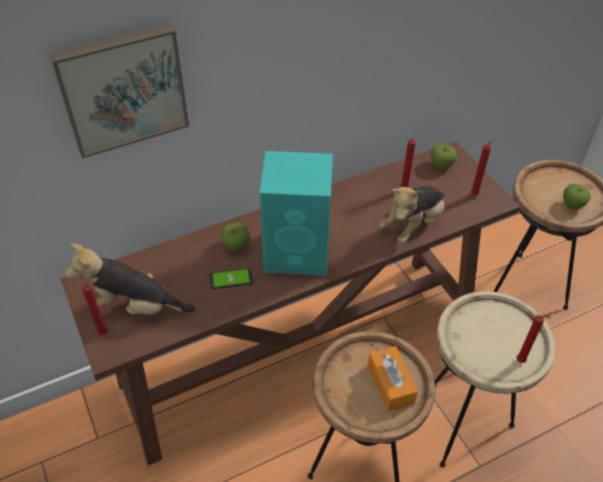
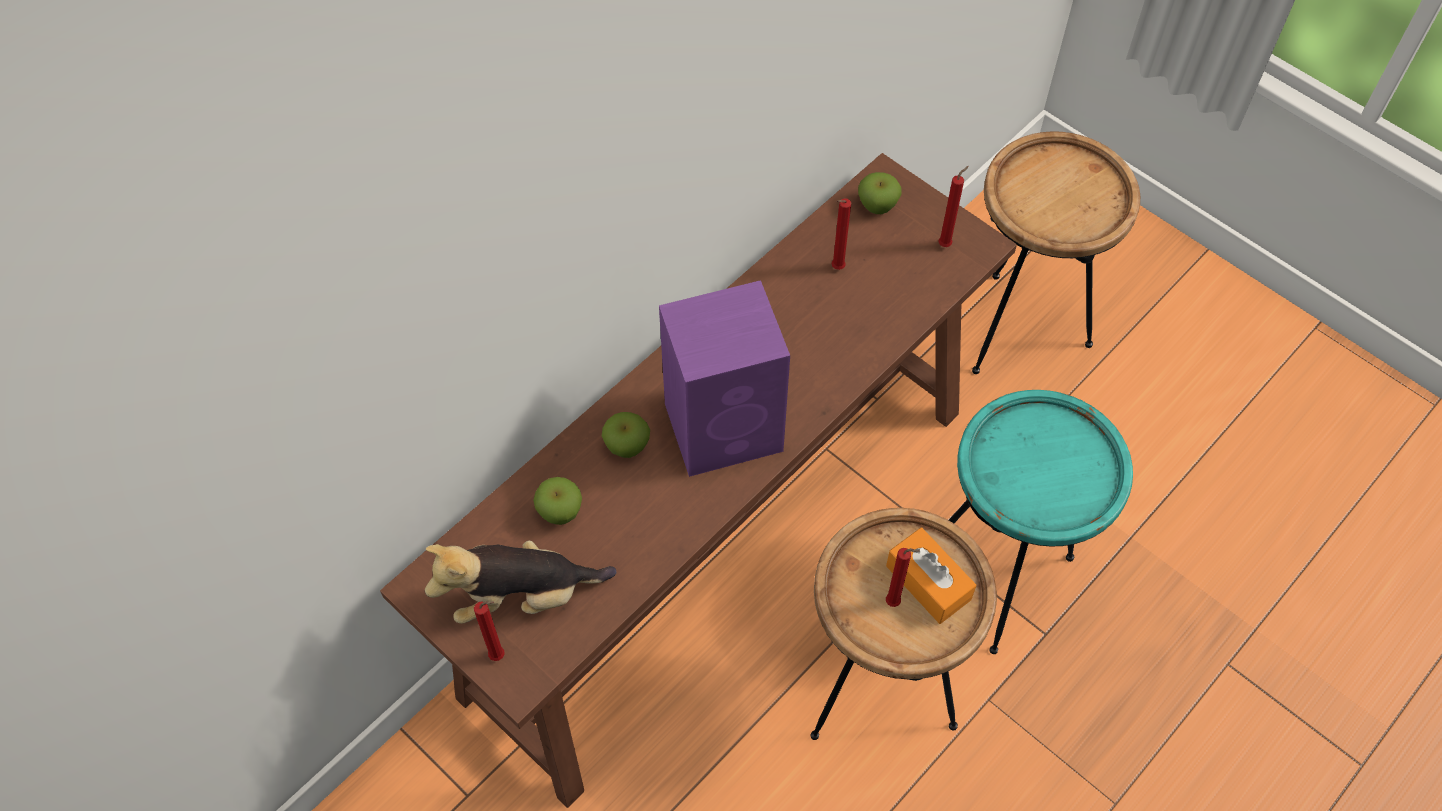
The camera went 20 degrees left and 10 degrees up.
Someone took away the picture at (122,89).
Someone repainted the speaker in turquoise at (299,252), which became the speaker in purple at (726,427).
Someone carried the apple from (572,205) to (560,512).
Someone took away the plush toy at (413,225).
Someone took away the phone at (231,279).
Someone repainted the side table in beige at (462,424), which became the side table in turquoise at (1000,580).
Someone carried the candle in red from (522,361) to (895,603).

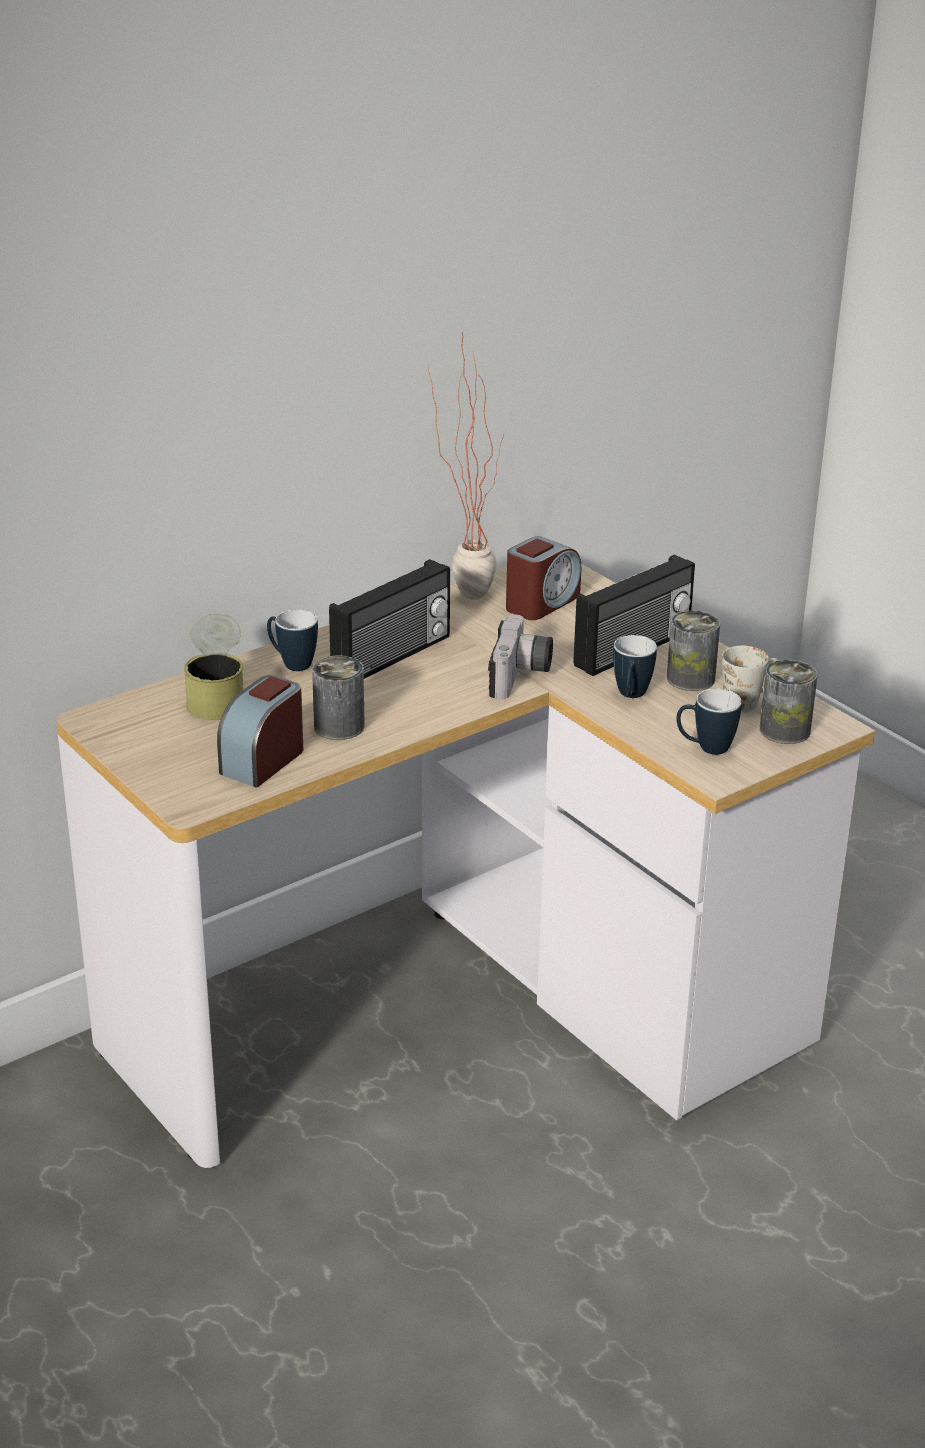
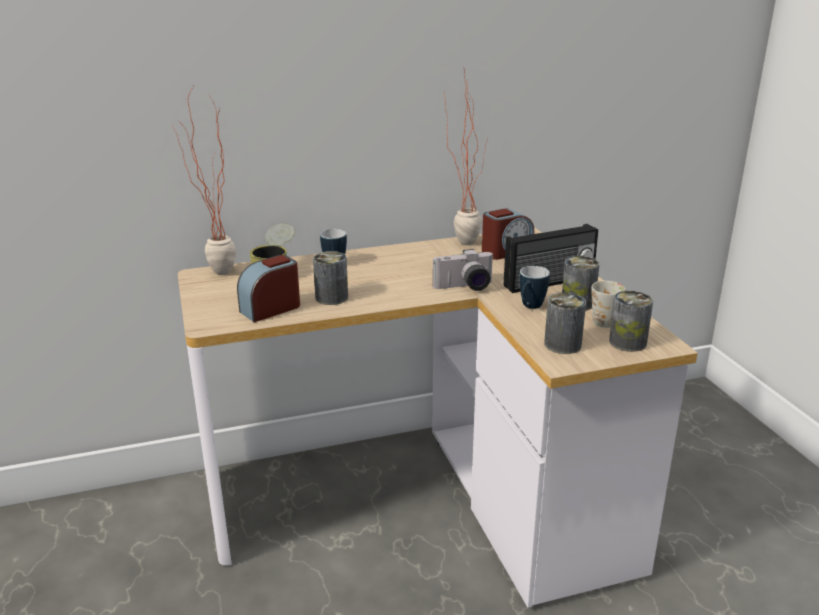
The camera went 20 degrees right and 5 degrees down.
Someone took away the radio at (393,657).
Someone rotated the photo camera at (521,677) by 45 degrees clockwise.
Someone swapped the mug at (705,748) for the can at (562,344).
Someone put down the potted plant at (214,275).

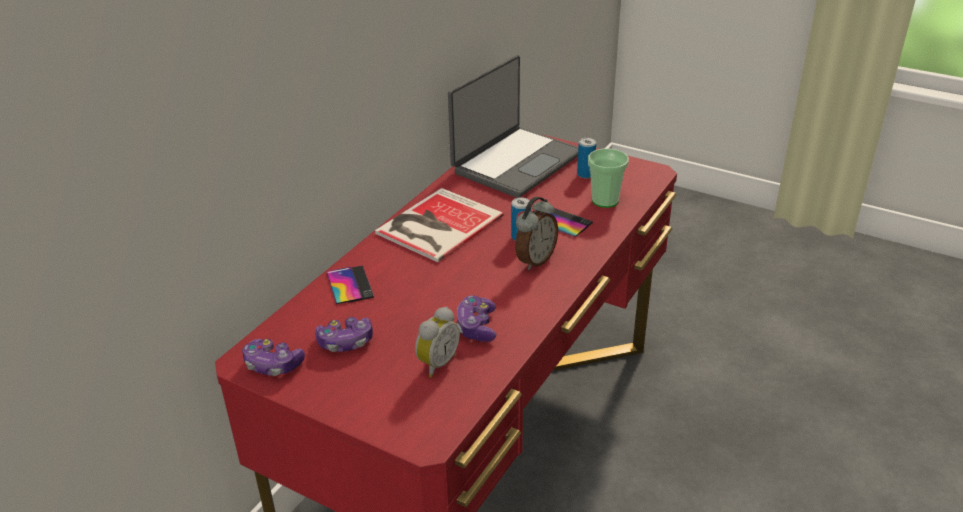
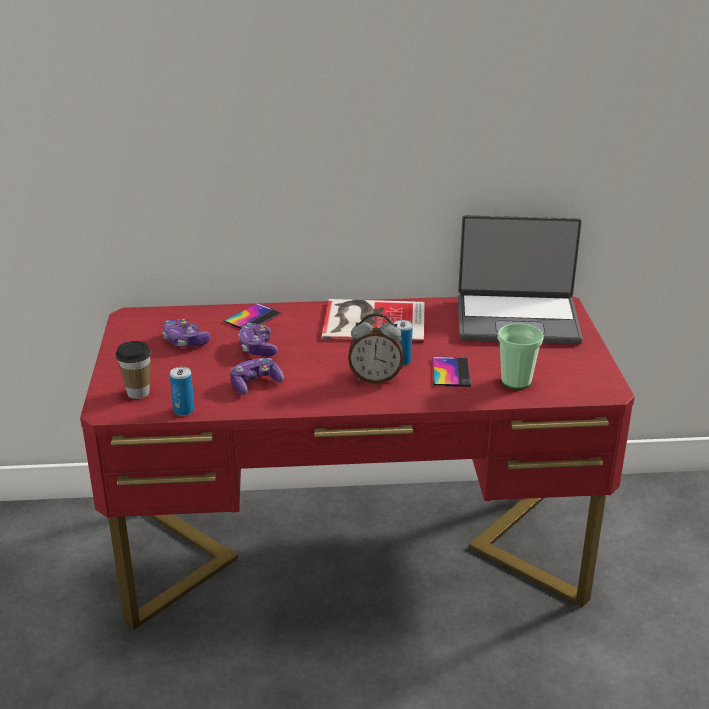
The camera went 55 degrees right and 5 degrees down.
Someone carried the can from (585,174) to (184,410).
Someone took away the alarm clock at (436,363).
Someone carried the game controller from (273,365) to (257,348).
Someone put down the cup at (138,393).

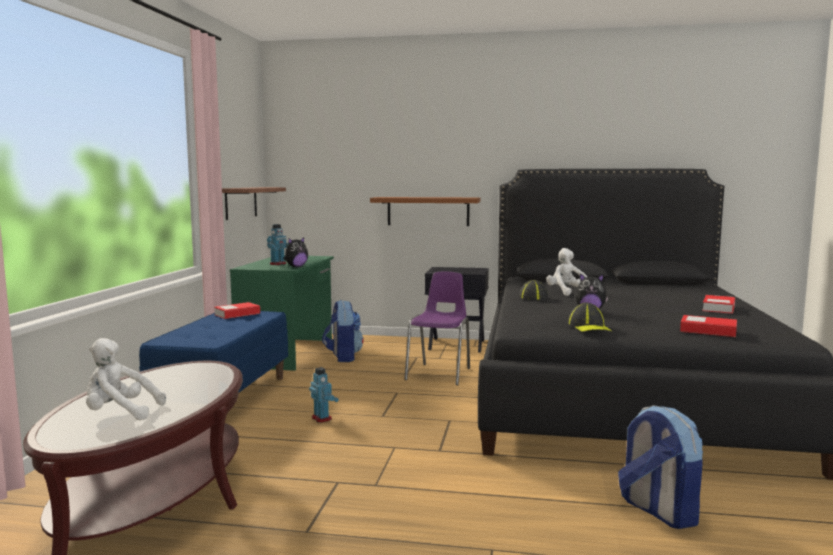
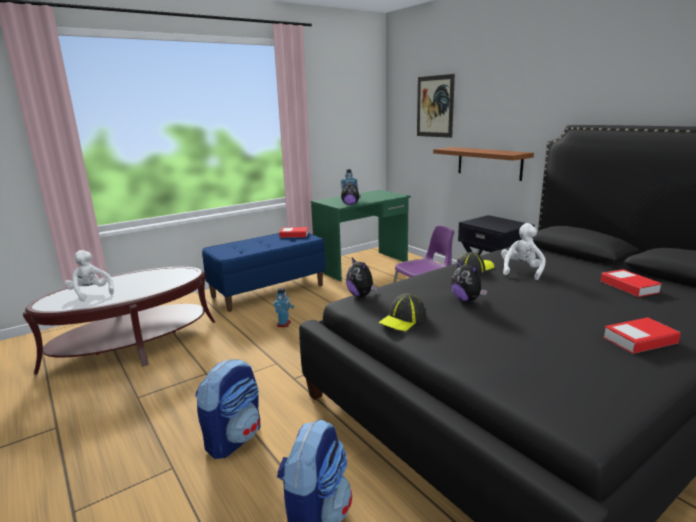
The camera went 45 degrees right and 10 degrees up.
Someone took away the shelf at (241,202).
Someone carried the backpack from (343,357) to (234,438).
Someone carried the book from (708,331) to (629,287).
Someone put up the picture at (435,106).
Someone put down the plush toy at (361,295).

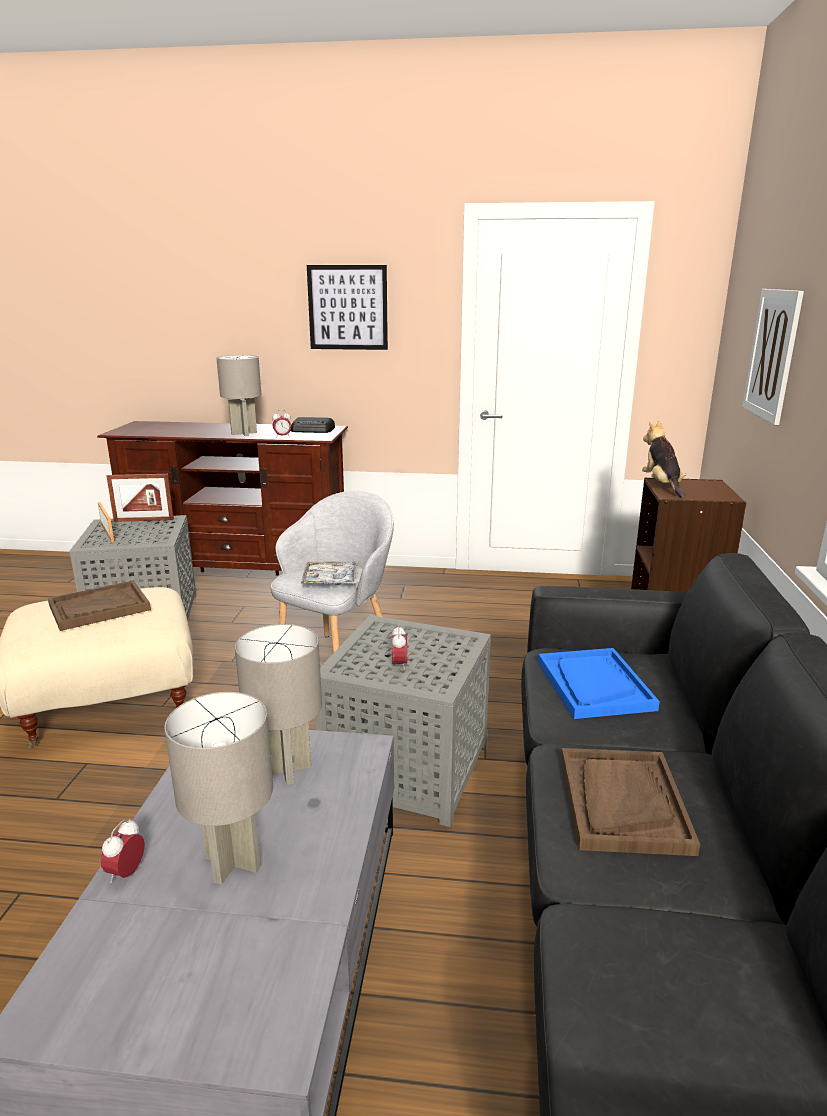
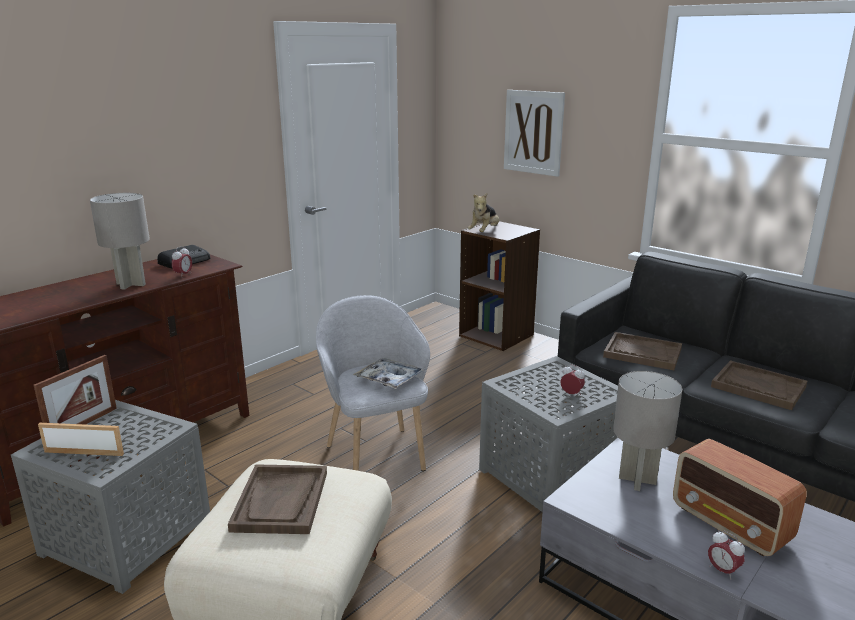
The camera went 55 degrees left and 0 degrees up.
Someone took away the picture at (348,307).
Someone rotated the plush toy at (662,486) by 90 degrees counterclockwise.
Someone repainted the tray in blue at (594,685), which became the tray in brown at (642,353).
Someone swapped the table lamp in grey at (233,863) for the radio at (731,525).

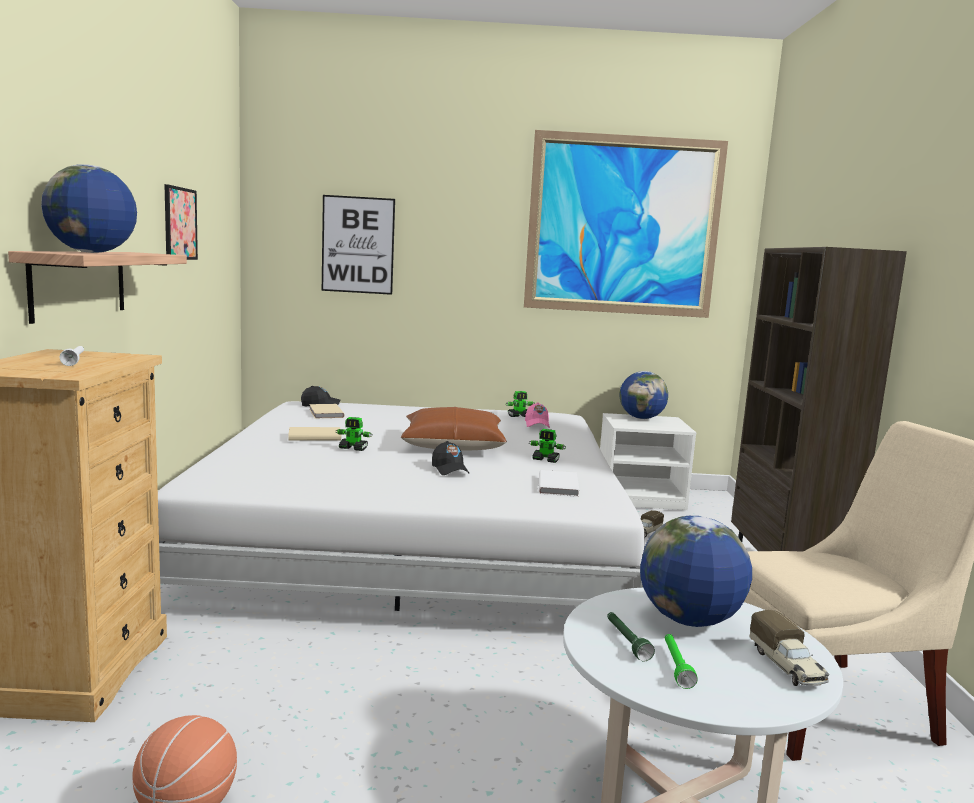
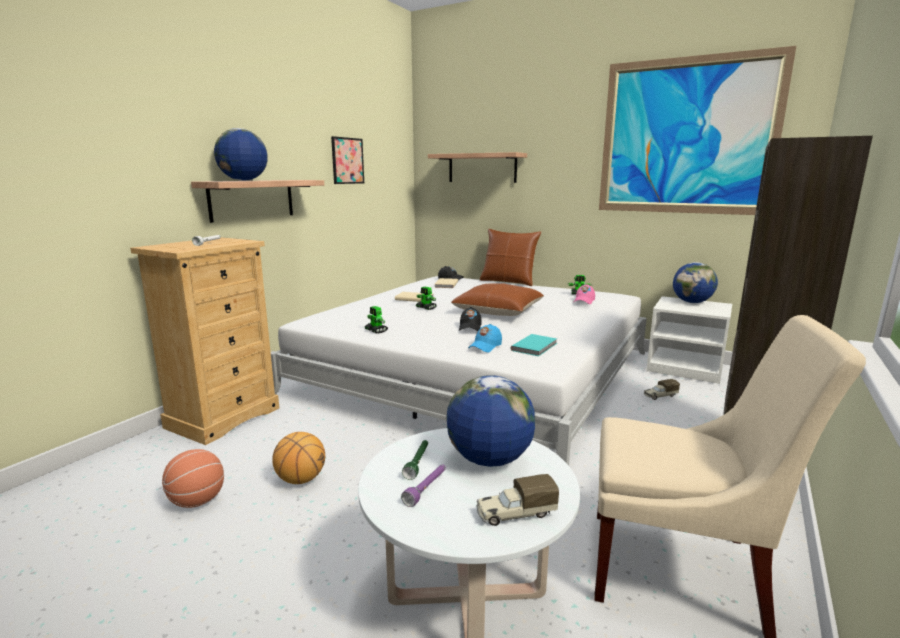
The camera went 30 degrees right and 5 degrees up.
Someone swapped the picture at (358,245) for the shelf at (482,168).
Someone carried the toy robot from (546,460) to (376,331).
Someone repainted the book in white at (559,486), which became the book in turquoise at (535,347).
Someone rotated the toy truck at (787,667) by 60 degrees clockwise.
Someone repainted the flashlight in green at (676,666), which became the flashlight in purple at (426,489).
Someone put down the pillow in brown at (508,282).
Someone put down the cap in blue at (485,347).
Someone put down the basketball at (301,480).

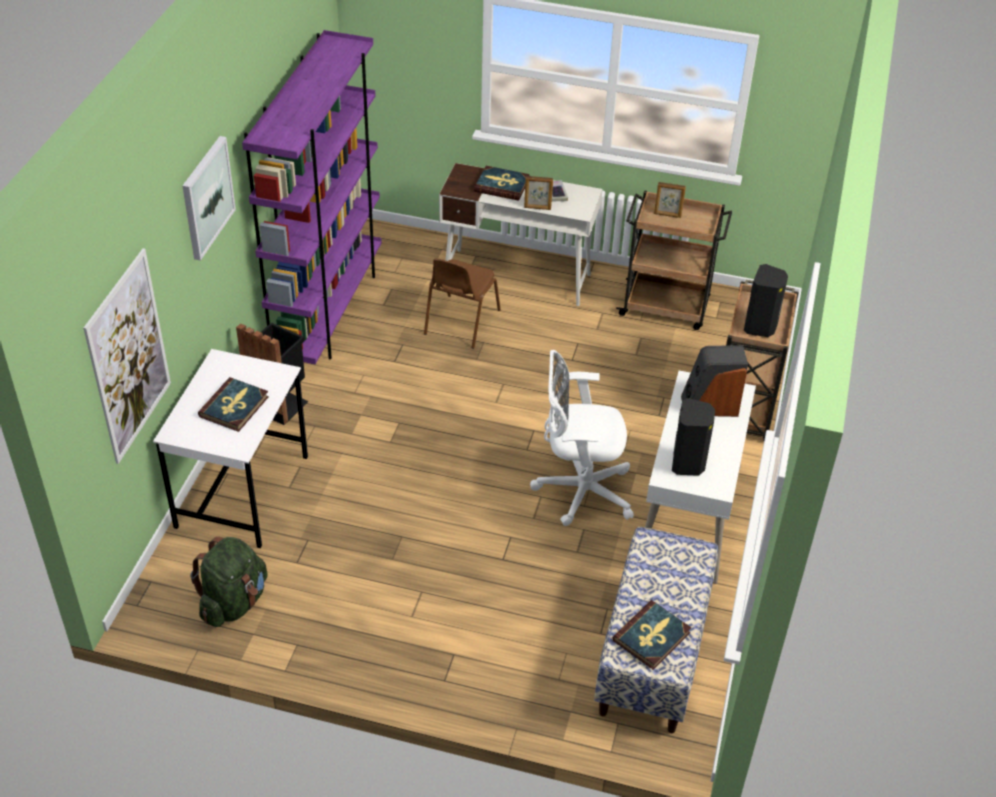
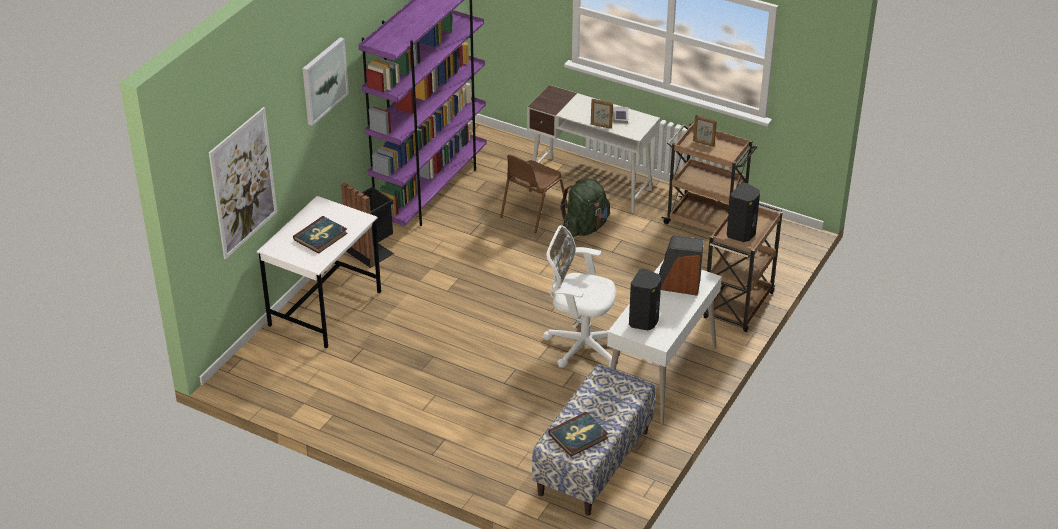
The camera went 15 degrees right and 5 degrees down.
Someone took away the book at (502,185).
Someone carried the backpack in green from (234,602) to (585,227).

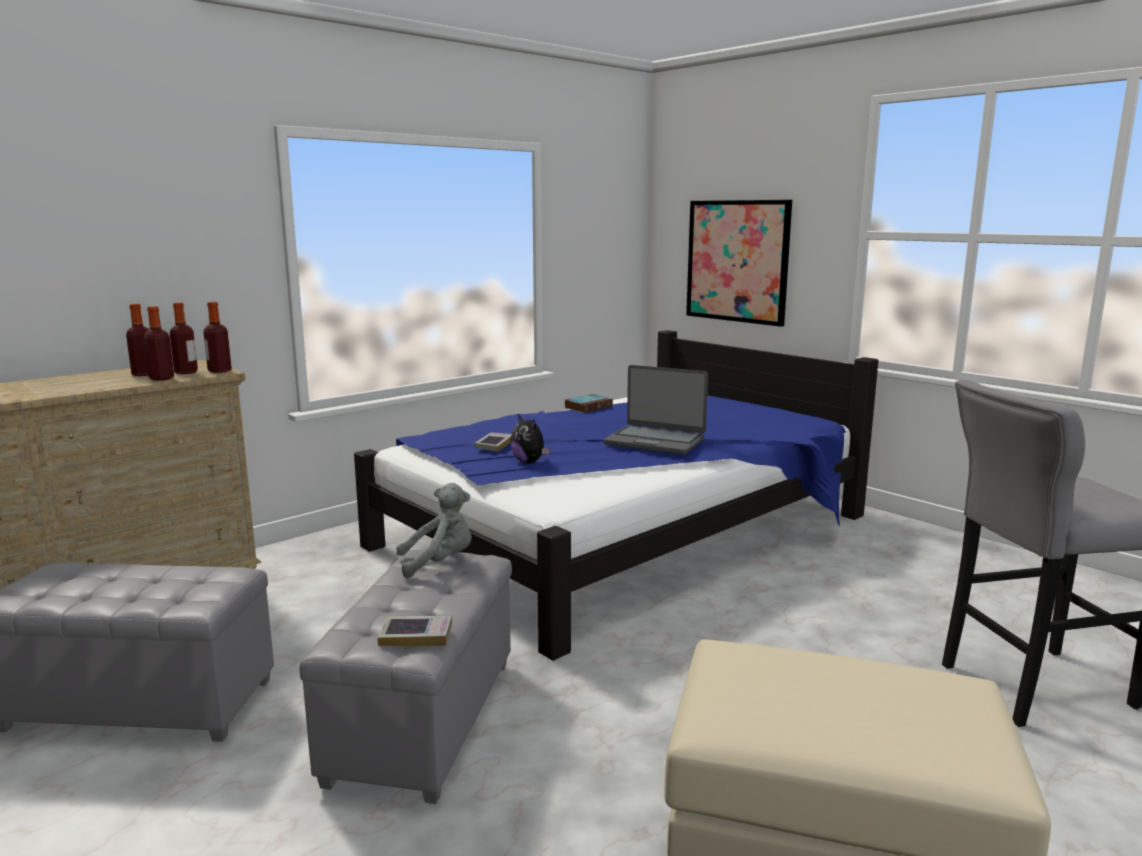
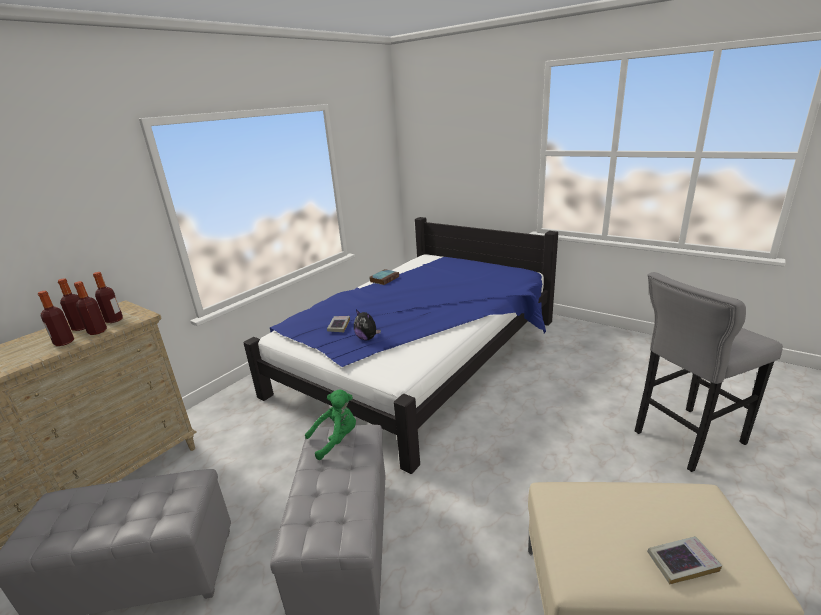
The camera went 10 degrees left and 10 degrees up.
Someone took away the picture at (737,261).
Someone carried the bottle from (219,371) to (64,342).
Someone took away the laptop at (655,441).
Someone repainted the plush toy in grey at (439,562), which became the plush toy in green at (336,439).
Someone carried the book from (416,636) to (682,562).

